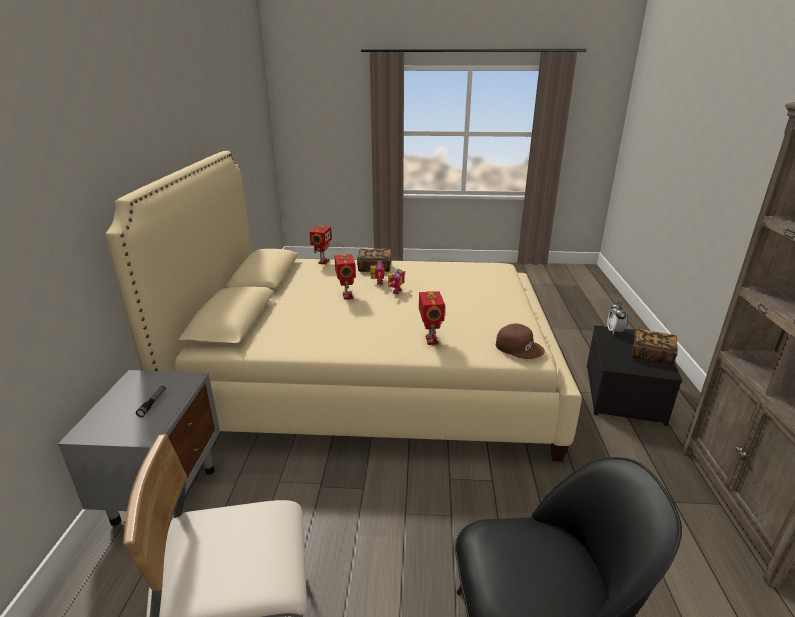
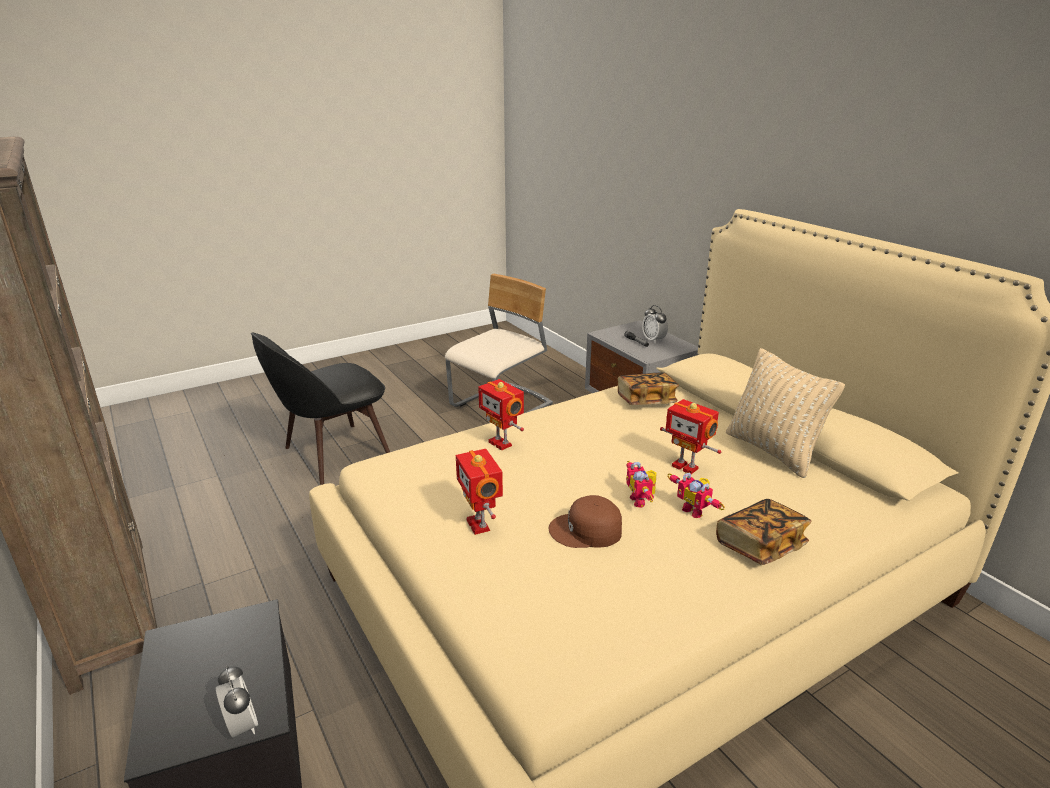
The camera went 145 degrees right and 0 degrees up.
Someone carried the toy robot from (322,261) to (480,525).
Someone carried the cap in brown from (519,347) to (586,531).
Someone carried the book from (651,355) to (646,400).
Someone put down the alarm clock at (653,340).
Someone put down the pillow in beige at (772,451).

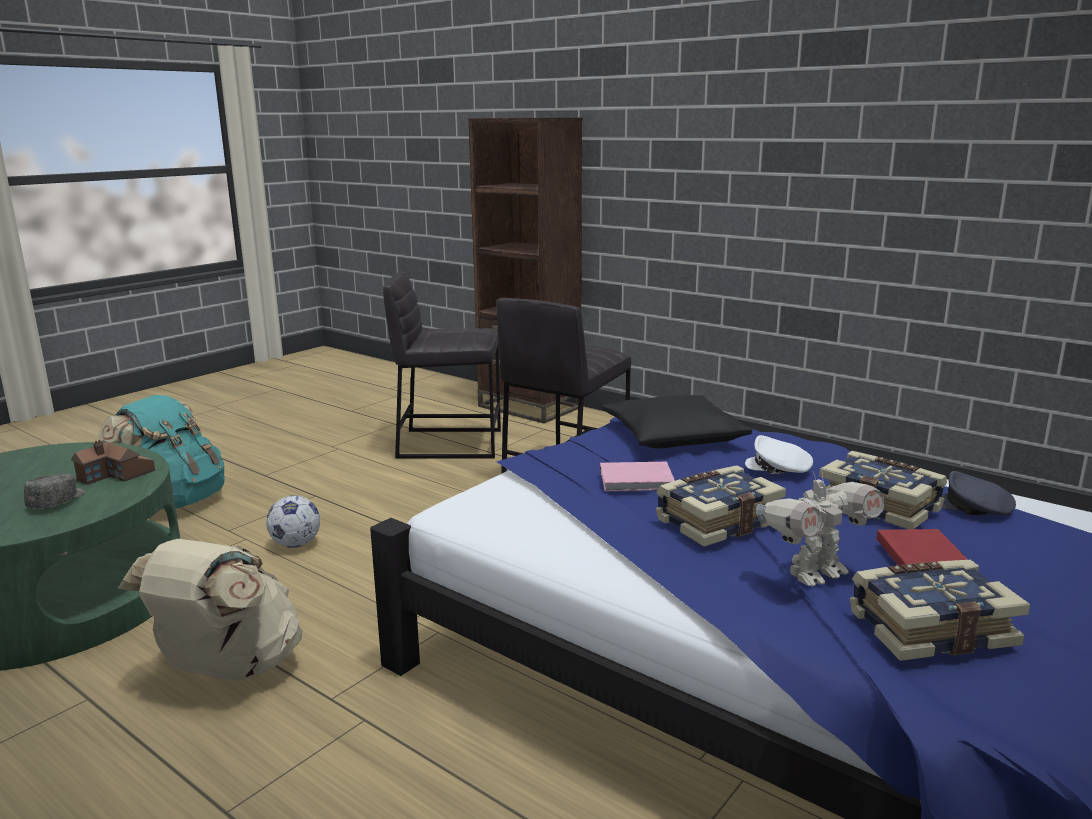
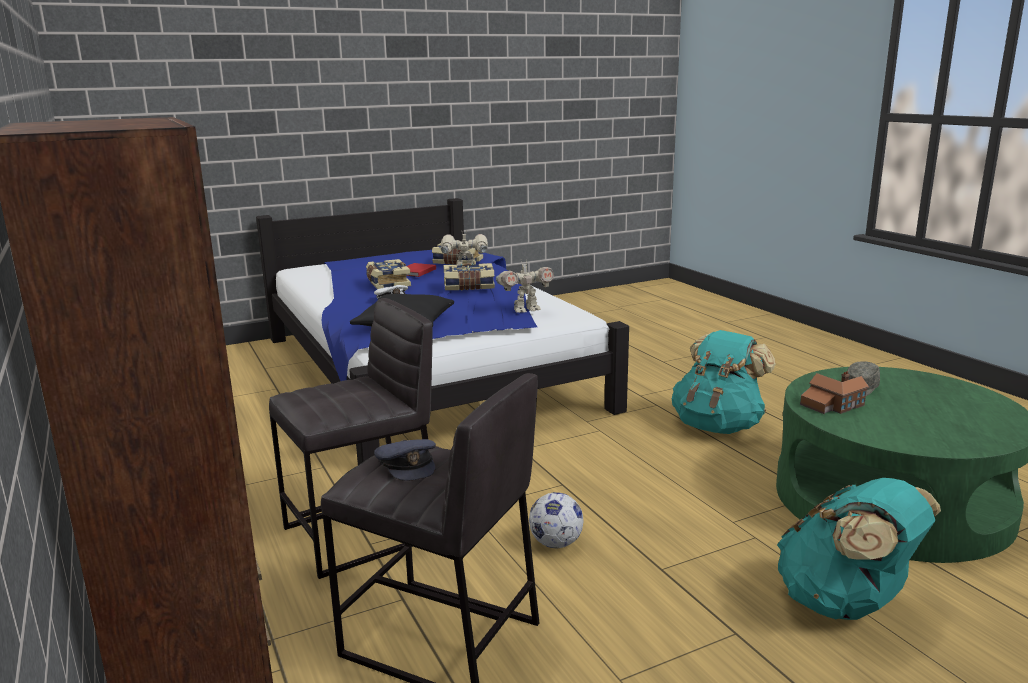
The camera went 155 degrees left and 0 degrees up.
Someone took away the book in pink at (638,480).
Someone carried the cap in grey from (974,508) to (407,465).
Someone carried the football from (296,544) to (555,543).
Someone repainted the backpack in beige at (227,669), which became the backpack in turquoise at (718,426).
Someone put down the toy robot at (525,310).

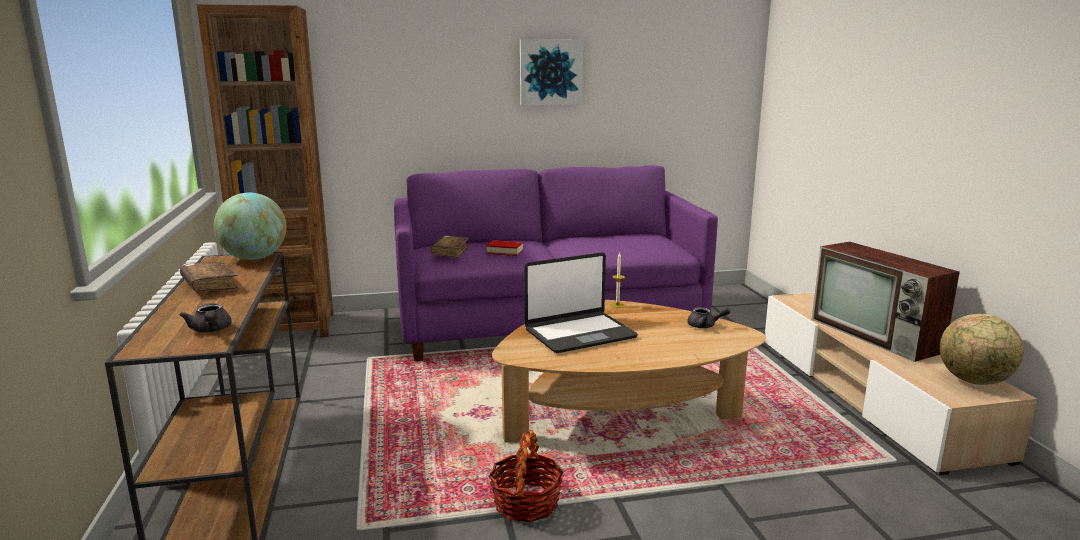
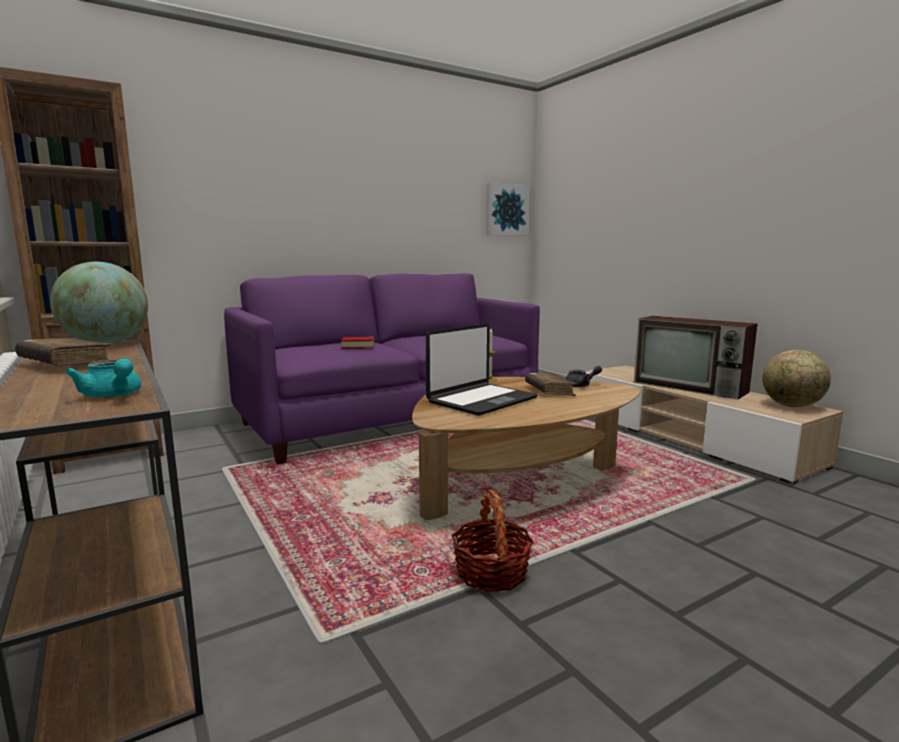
The camera went 20 degrees left and 5 degrees down.
Someone carried the picture from (550,72) to (506,210).
Someone carried the book in brown from (450,252) to (549,391).
Someone repainted the teapot in grey at (211,330), which became the teapot in turquoise at (113,395).

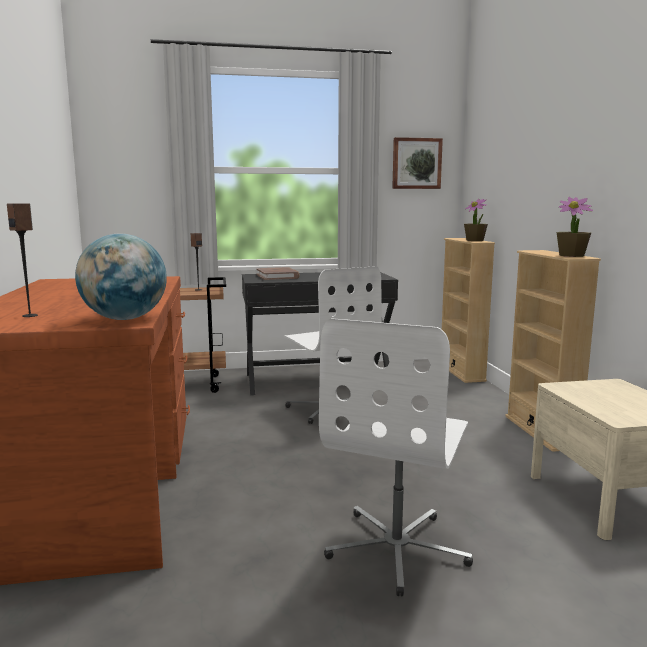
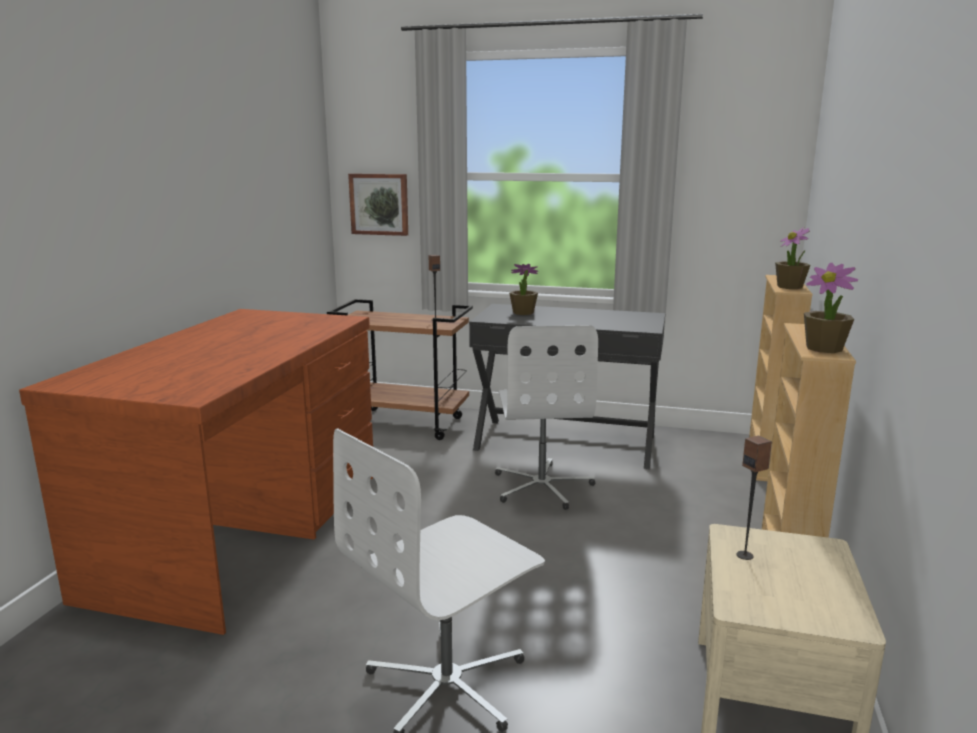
The camera went 25 degrees right and 5 degrees up.
Someone carried the picture from (416,163) to (379,204).
Someone carried the speaker from (30,315) to (745,555).
Someone took away the globe at (124,319).
Someone swapped the book in brown at (277,276) for the potted plant at (523,312).

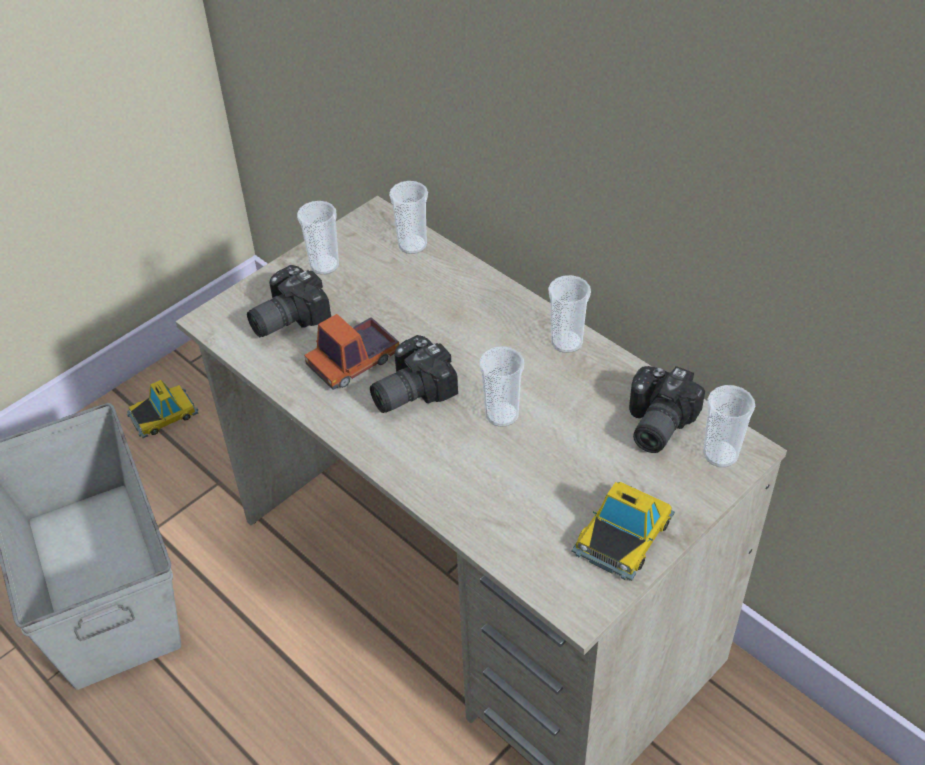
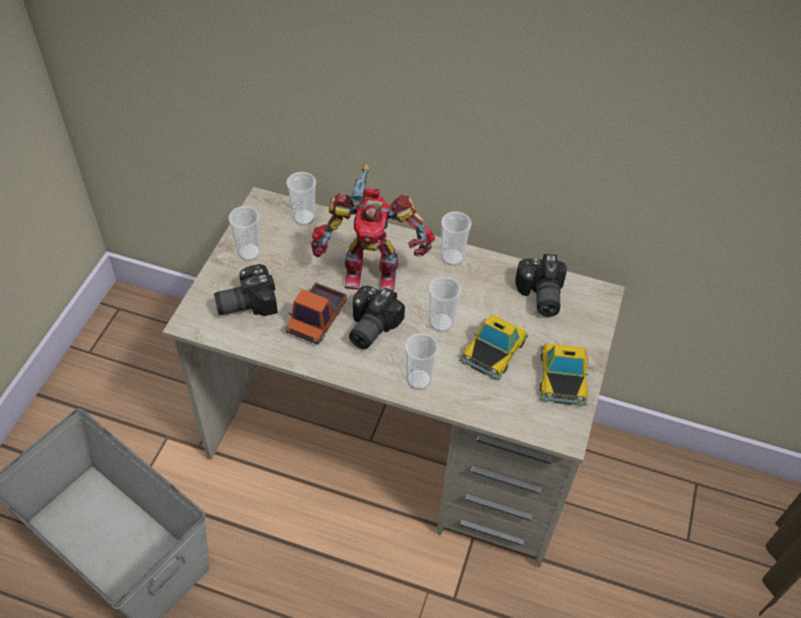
The camera went 30 degrees left and 5 degrees up.
Someone rotated the photo camera at (285,317) by 45 degrees clockwise.
Someone carried the toy car from (163,414) to (493,349).
Someone carried the cup from (720,454) to (418,380).
Someone put down the toy robot at (371,271).

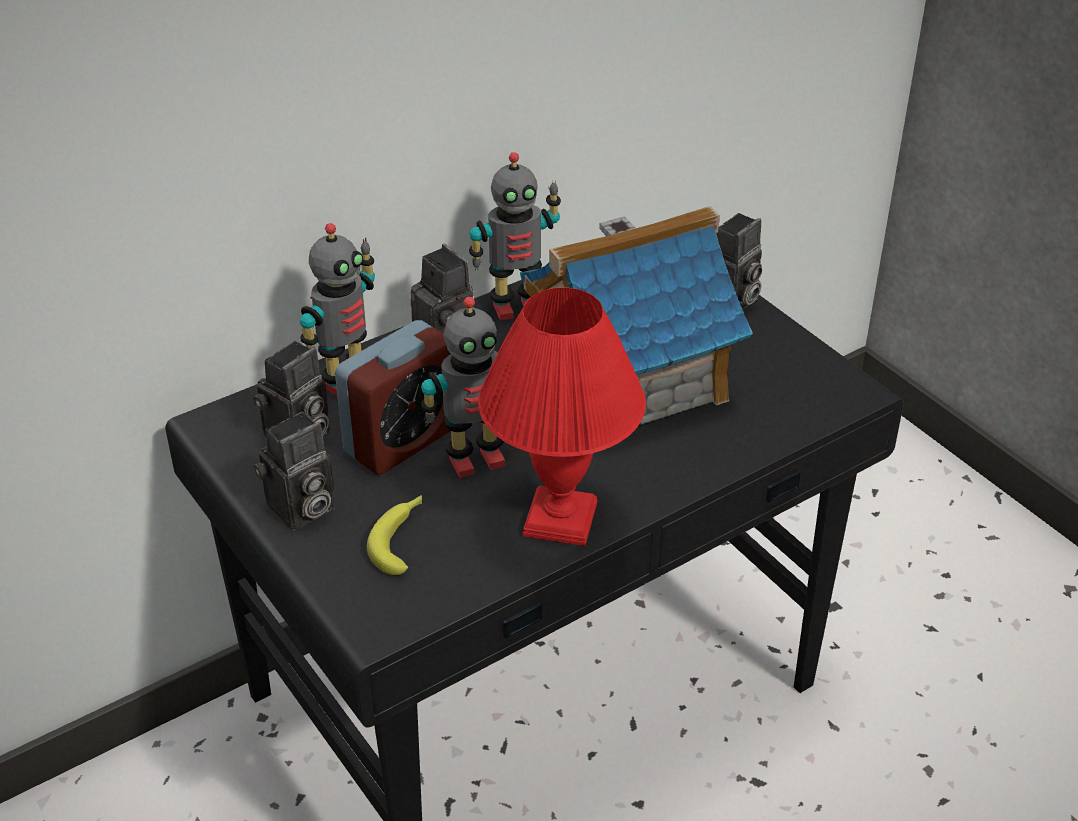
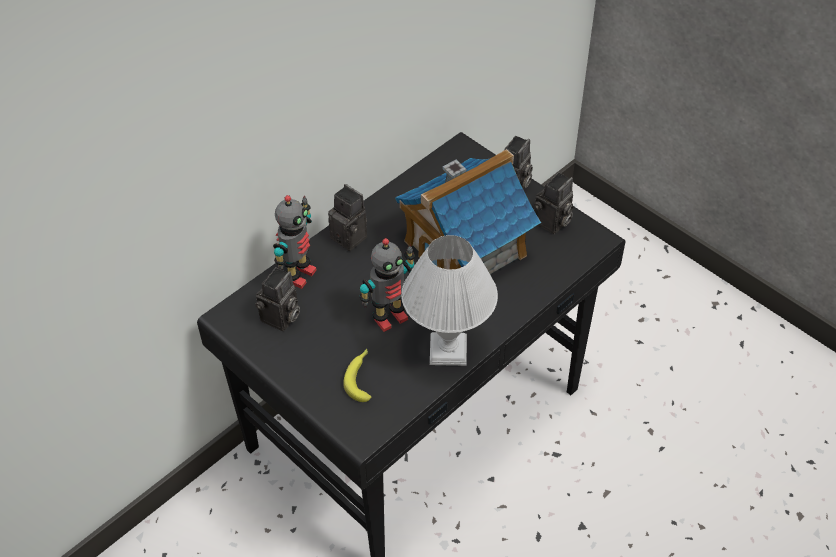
The camera went 10 degrees left and 10 degrees up.
Someone took away the toy robot at (516,306).
Someone repainted the table lamp in red at (559,517), which became the table lamp in white at (447,349).
Someone took away the alarm clock at (402,440).
Someone carried the photo camera from (300,511) to (552,223).

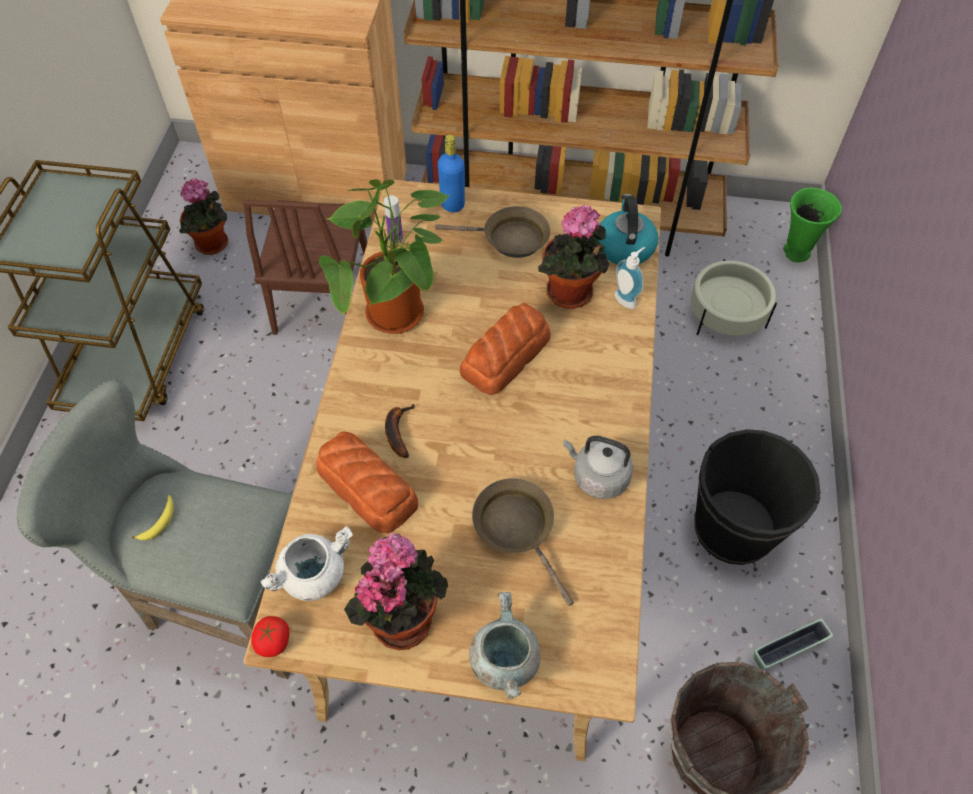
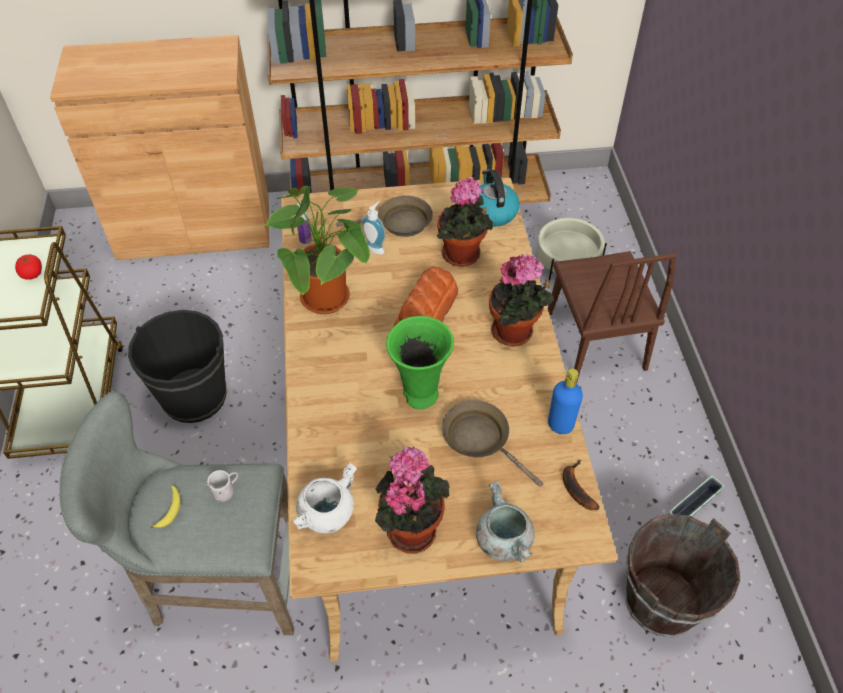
The camera went 15 degrees left and 5 degrees down.
Someone carried the bottle in blue from (452,204) to (560,425).
Someone carried the potted plant from (213,245) to (515,333).
Someone carried the vase in green from (796,253) to (420,396).
Someone carried the chair in brown from (323,297) to (595,340).
Someone carried the soap dispenser from (627,298) to (376,247).
Someone carried the banana from (397,431) to (575,487).
Someone carried the bucket in black from (733,528) to (194,396).
Someone took away the bread at (368,488).
Someone took away the kettle in grey at (597,477).
Someone carried the tomato from (273,641) to (32,274).
Someone put down the mug in white at (226,491).

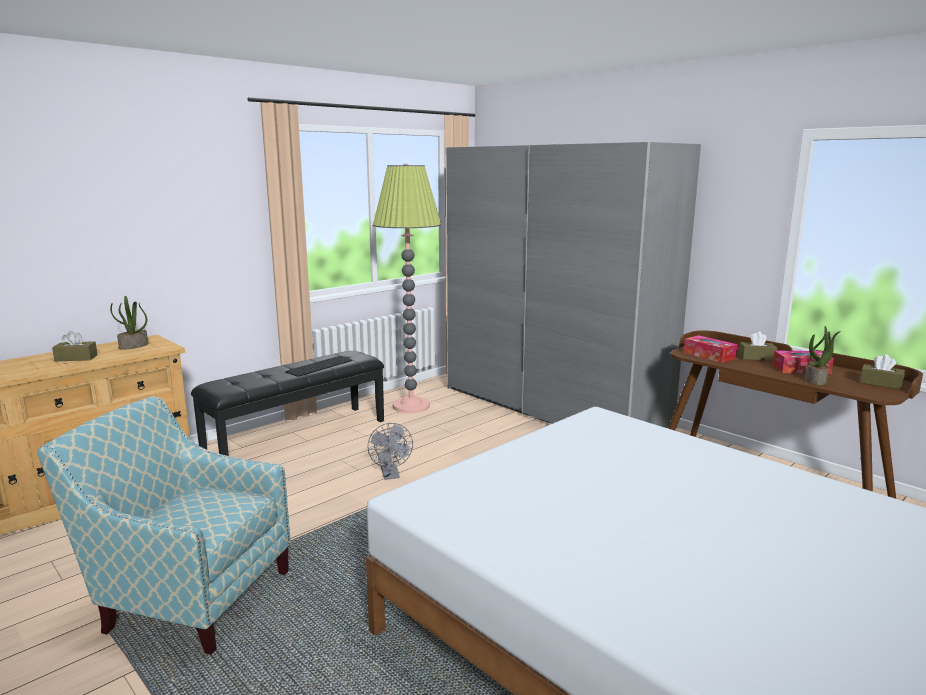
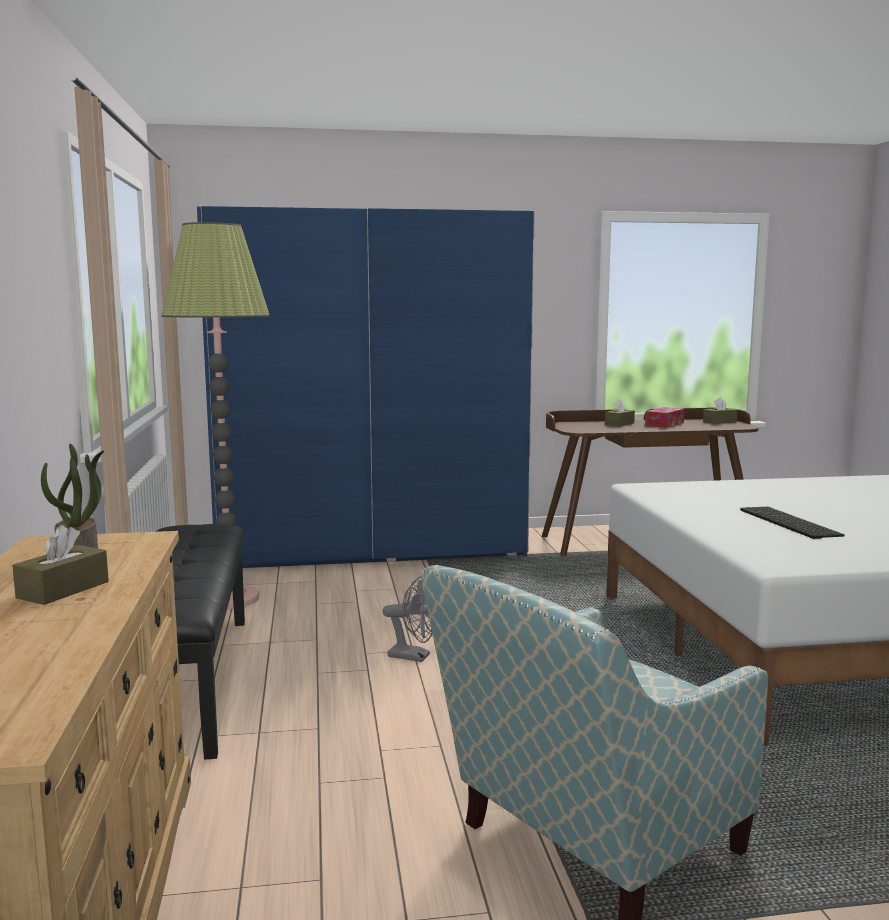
The camera went 55 degrees left and 5 degrees down.
Someone repainted the wardrobe in grey at (551,407), which became the wardrobe in blue at (372,549).
Someone took away the potted plant at (816,380).
Someone took away the tissue box at (709,355).
Someone carried the keyboard from (319,366) to (786,522).

